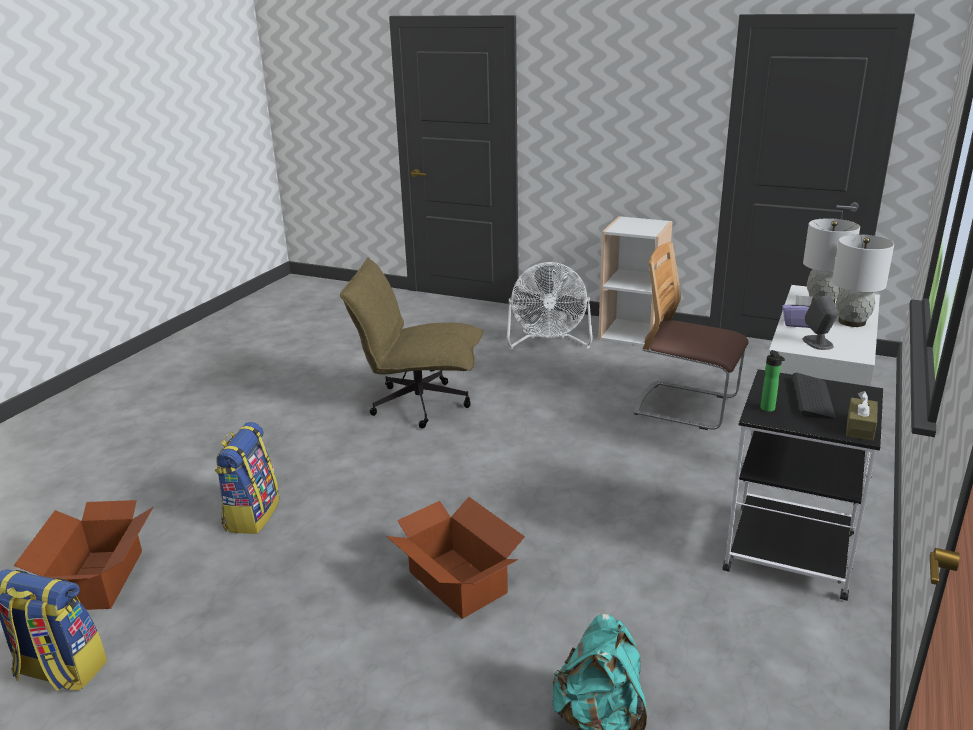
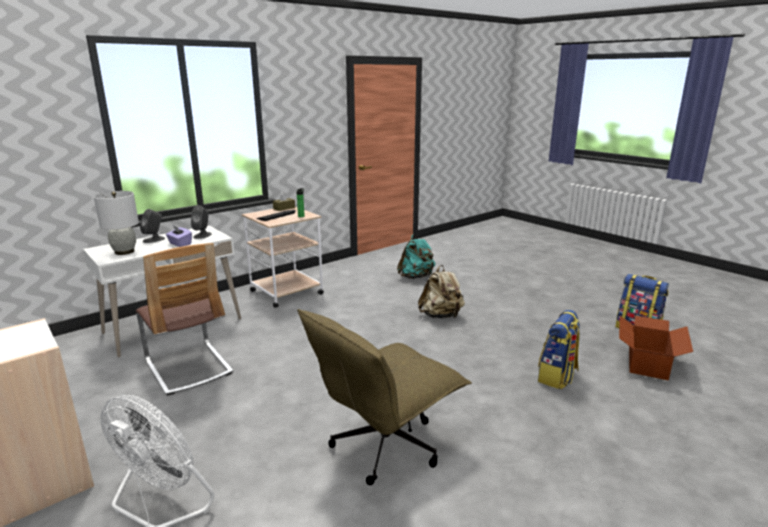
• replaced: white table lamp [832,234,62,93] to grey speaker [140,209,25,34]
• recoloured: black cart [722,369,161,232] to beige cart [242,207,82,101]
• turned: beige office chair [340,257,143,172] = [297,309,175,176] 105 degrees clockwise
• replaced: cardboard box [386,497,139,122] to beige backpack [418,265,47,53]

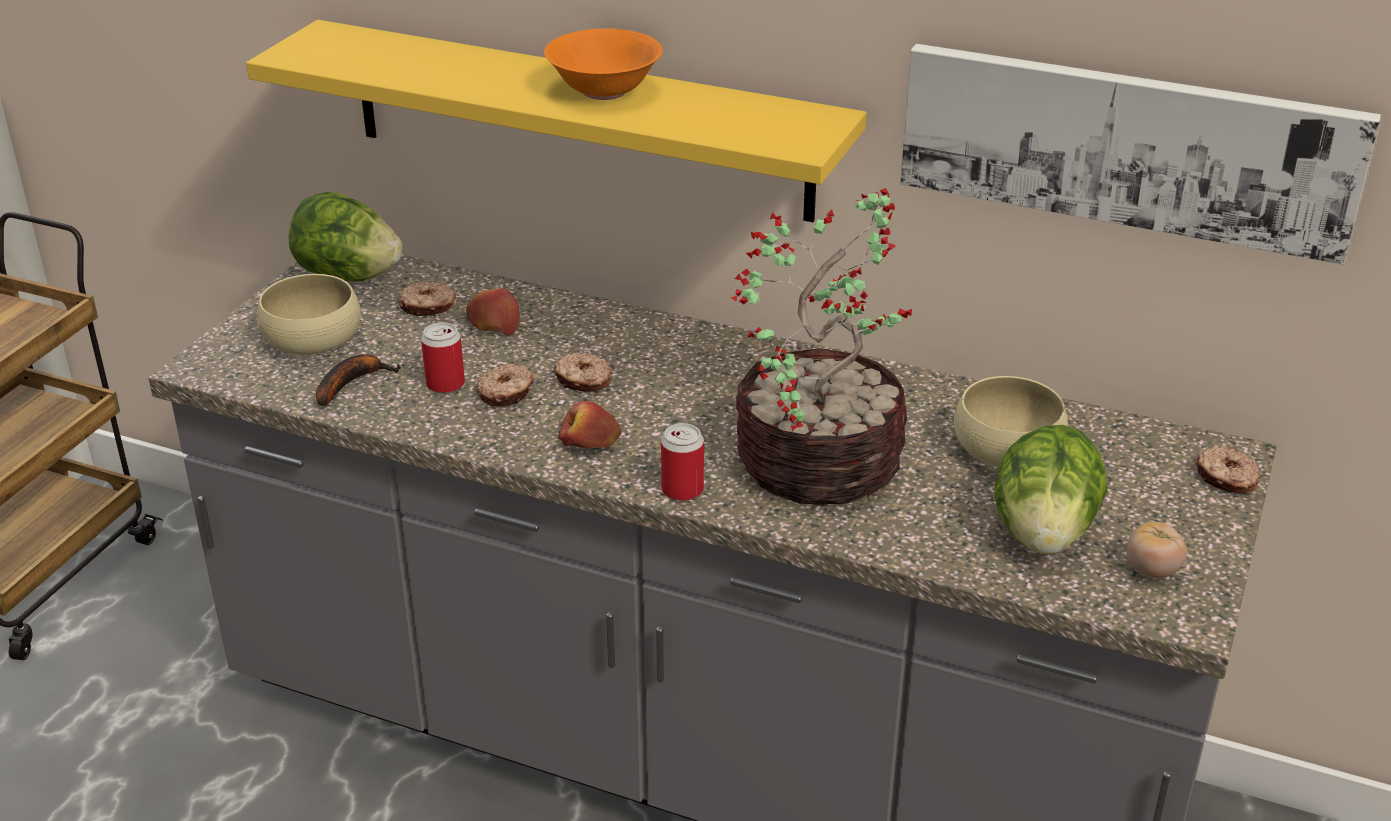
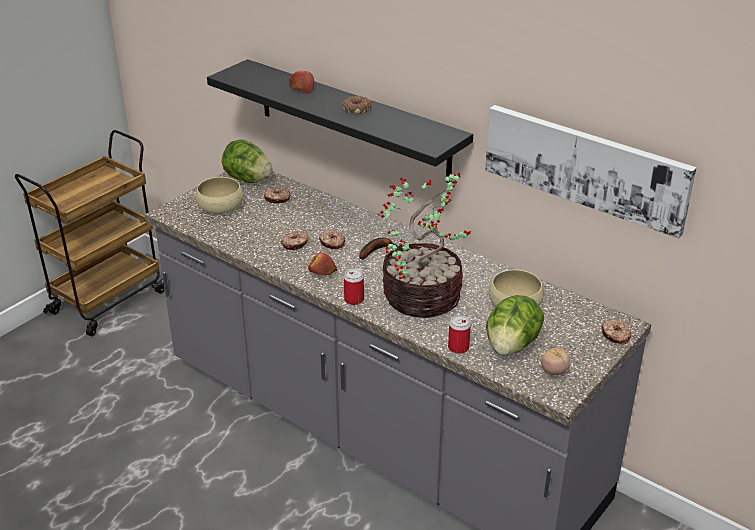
• recoloured: yellow shelf [246,20,620,202] to black shelf [207,59,266,124]
• moved: apple [466,288,54,48] to [289,71,25,23]
• replaced: orange bowl [544,29,118,71] to donut [342,96,29,18]
• moved: banana [316,354,85,52] to [359,238,40,22]
• moved: can [421,322,44,71] to [448,315,23,39]

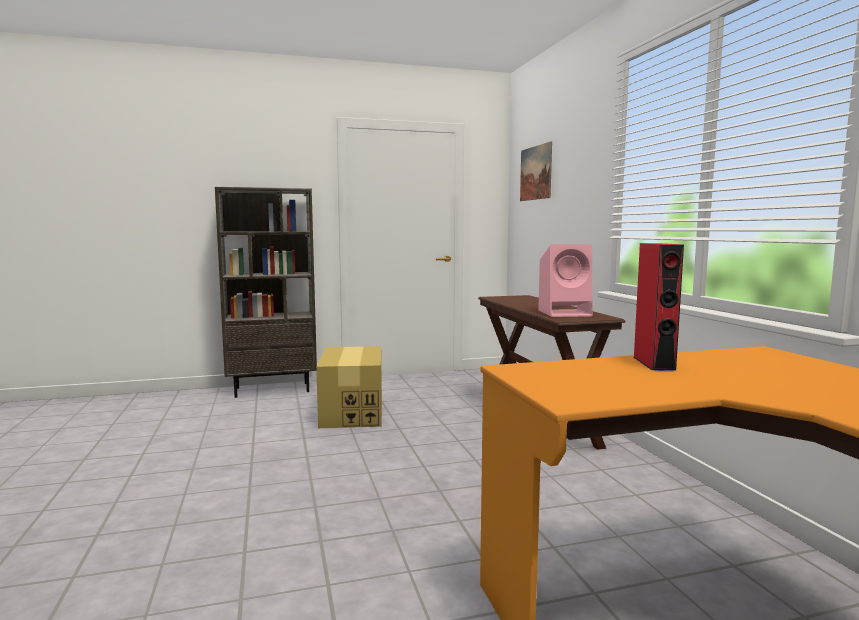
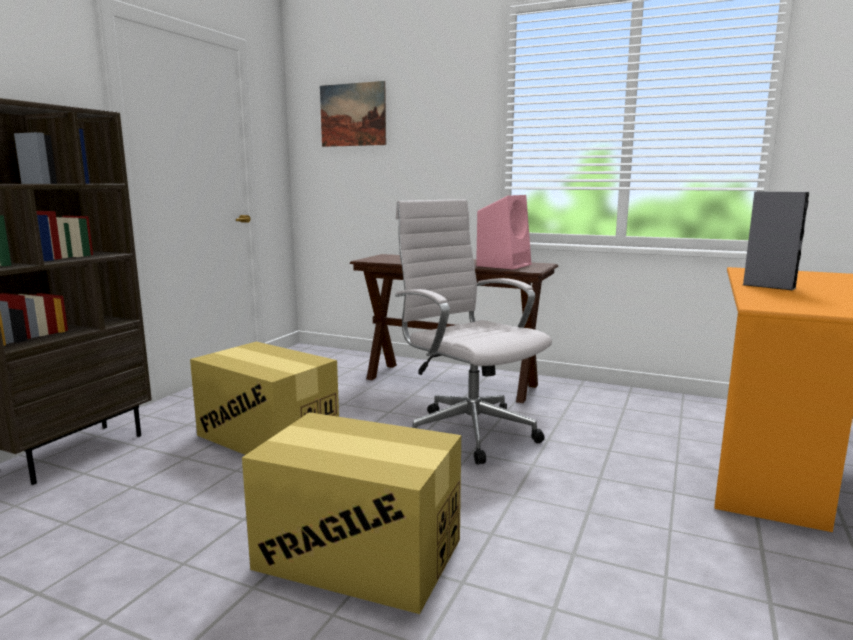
• added: cardboard box [242,412,219,202]
• added: white office chair [395,199,157,266]
• recoloured: red speaker [633,243,51,128] to grey speaker [743,192,66,98]

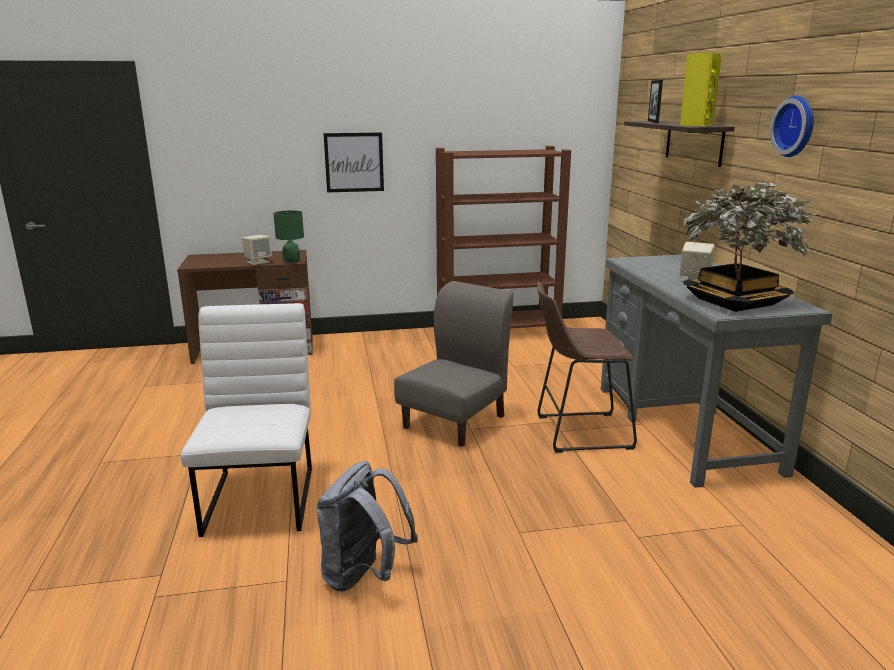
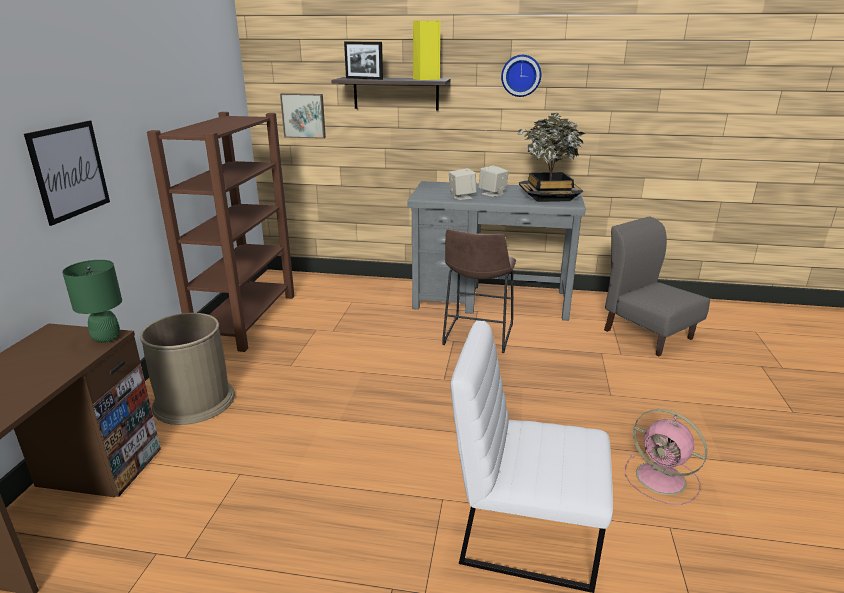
• added: brown trash can [140,313,95,112]
• added: picture [280,93,46,46]
• moved: beige speaker [242,235,30,30] to [449,168,28,32]
• moved: grey chair [394,281,119,166] to [604,216,106,140]
• replaced: grey backpack [316,461,102,130] to pink fan [625,409,82,96]

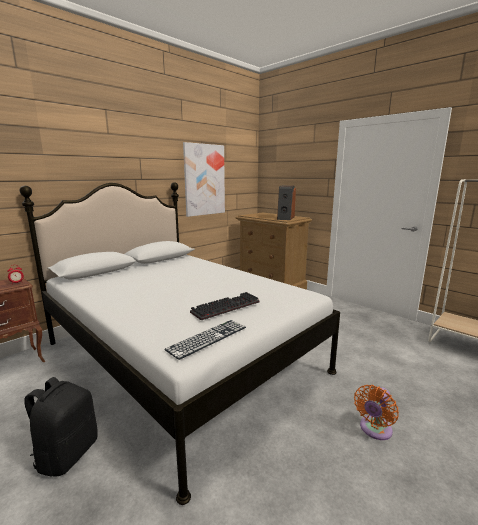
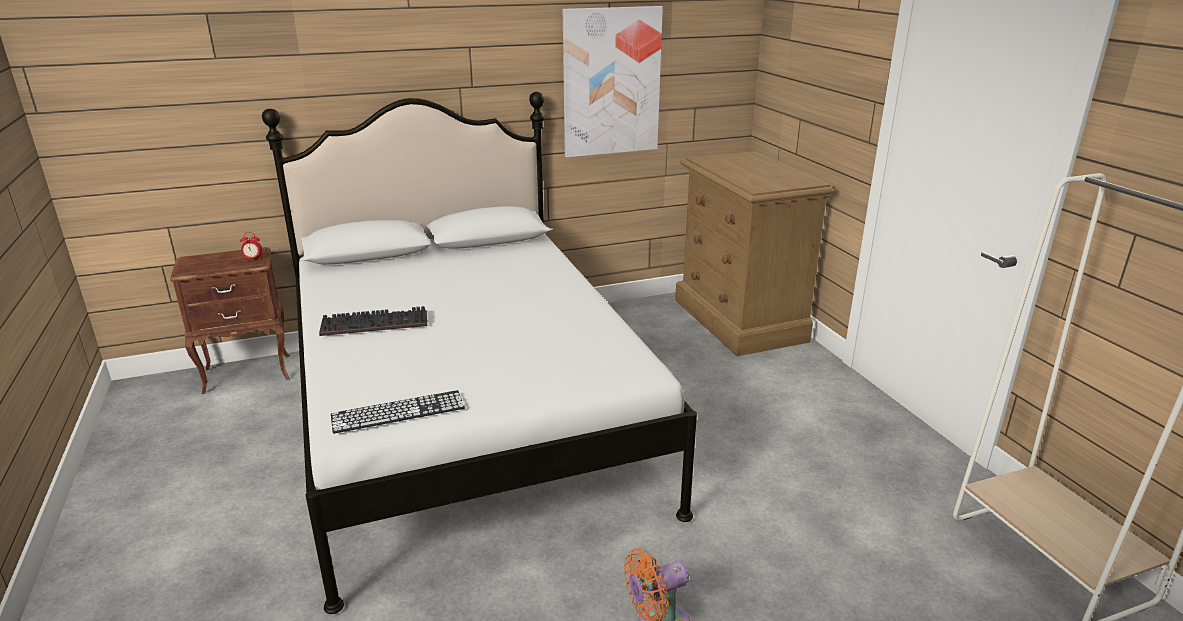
• moved: keyboard [190,292,69,28] to [319,306,108,30]
• removed: black backpack [24,377,74,100]
• removed: speaker [277,185,19,35]

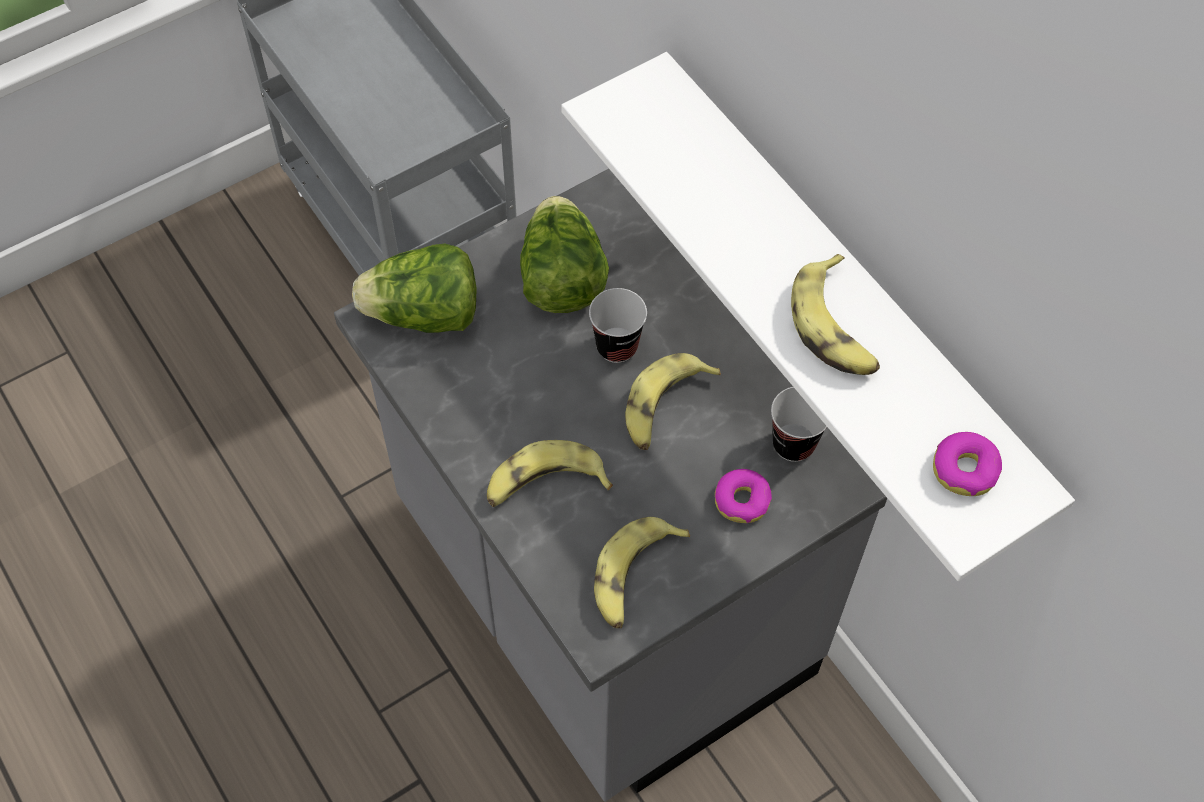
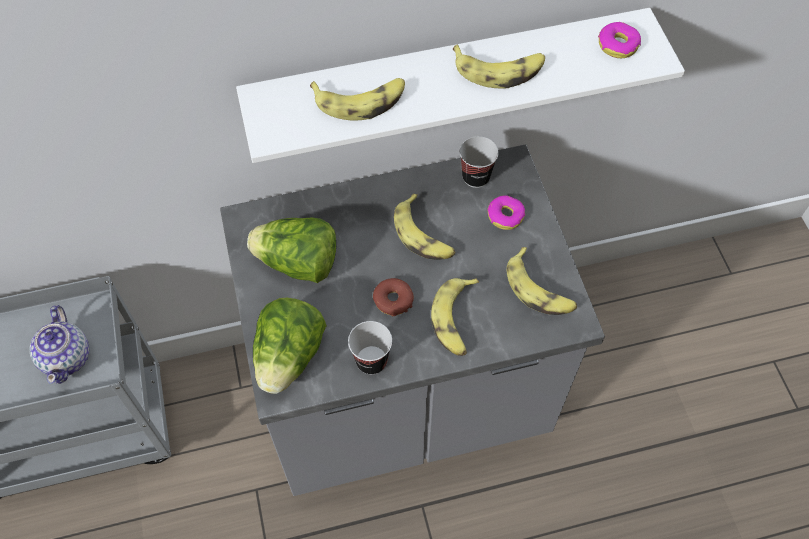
• added: teapot [29,305,60,79]
• added: banana [310,78,95,42]
• moved: cup [589,288,58,75] to [348,321,44,53]
• added: donut [373,278,41,38]

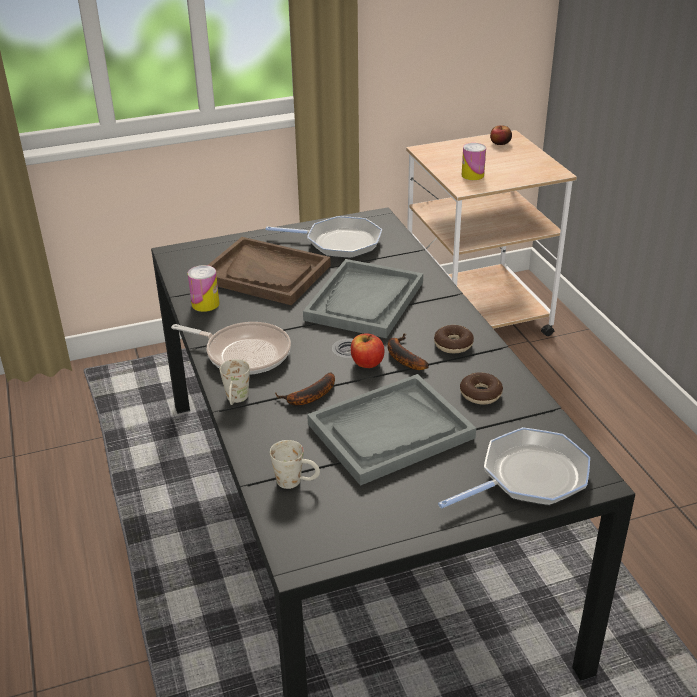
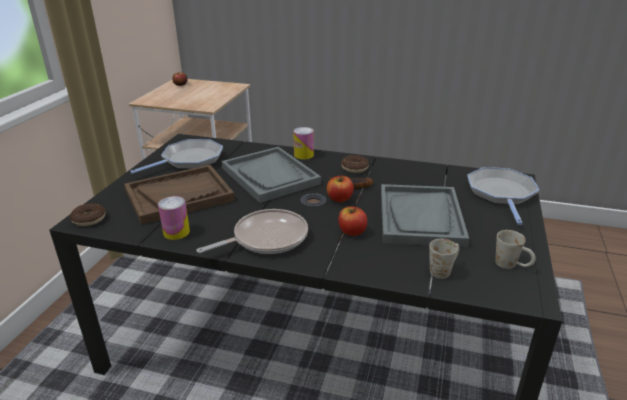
• moved: donut [460,372,43,33] to [70,203,35,23]
• moved: can [462,143,24,37] to [293,127,21,33]
• replaced: banana [275,372,60,34] to apple [339,206,28,30]
• moved: white mug [220,359,30,46] to [495,230,41,39]

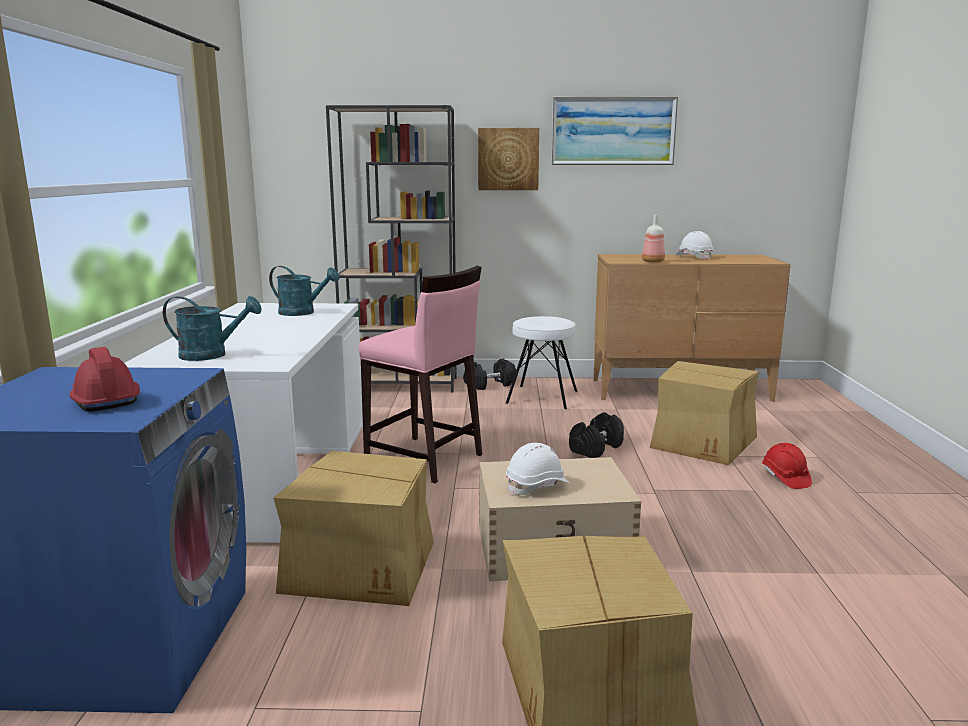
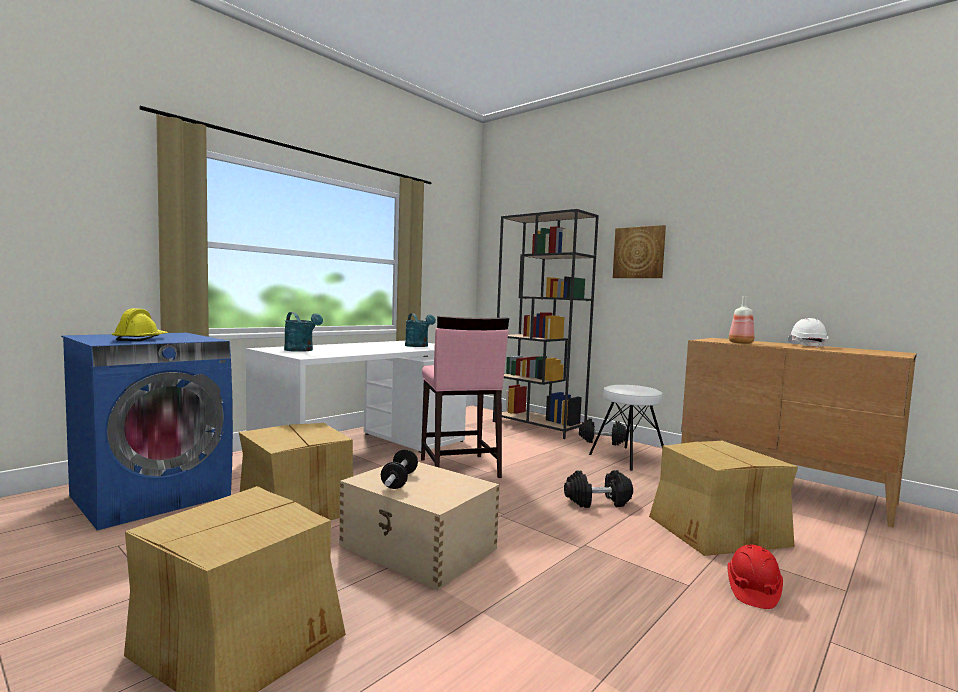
• recoloured: red hard hat [69,347,71,64] to yellow hard hat [112,308,56,33]
• replaced: white hard hat [506,443,64,52] to dumbbell [381,449,37,40]
• removed: picture [551,97,127,68]

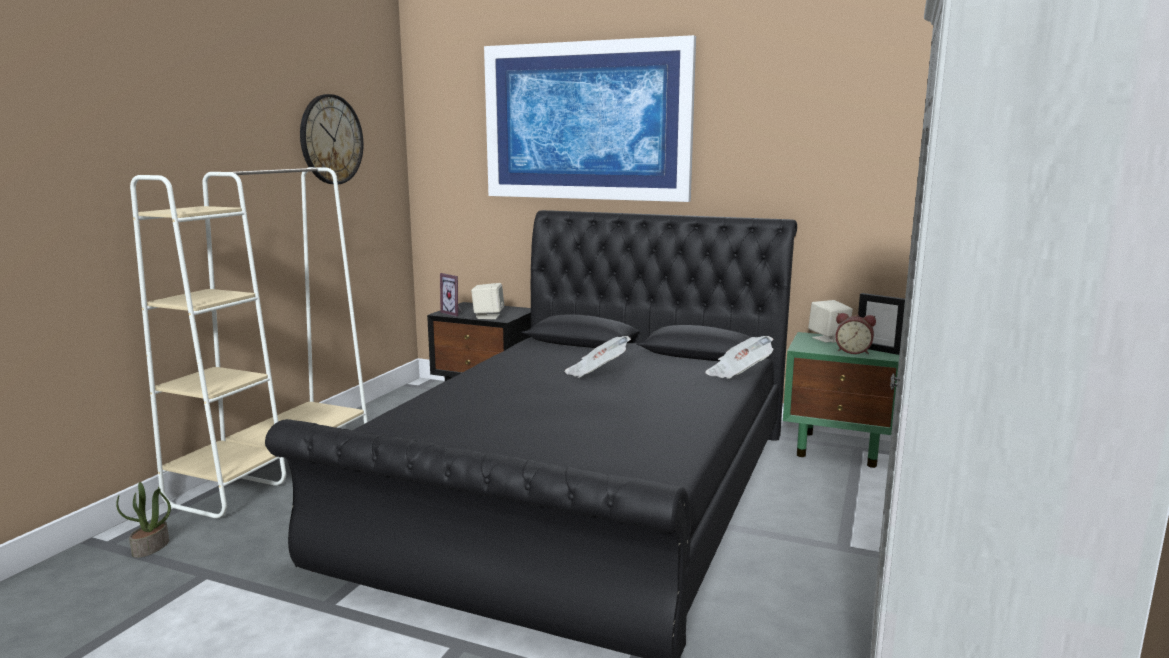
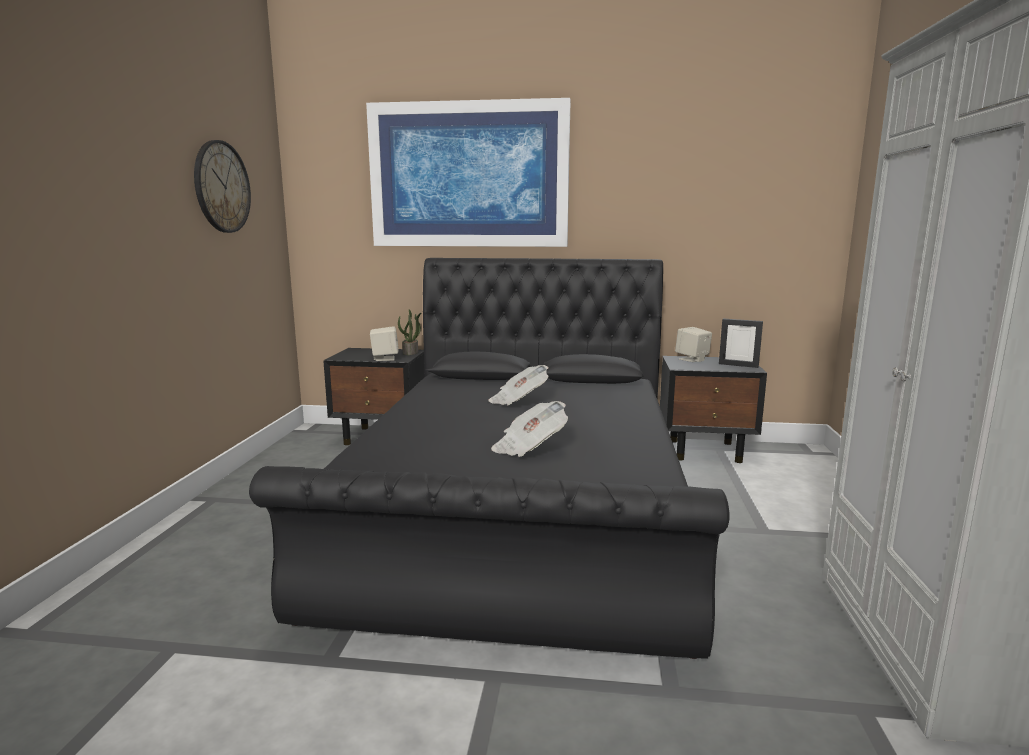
• moved: potted plant [116,482,55,76] to [398,309,23,46]
• moved: newspaper [705,336,69,43] to [491,401,77,56]
• recoloured: green nightstand [783,332,116,136] to black nightstand [660,356,107,107]
• removed: beige clothes rack [130,167,238,351]
• removed: picture frame [440,273,22,44]
• removed: alarm clock [835,313,41,41]

